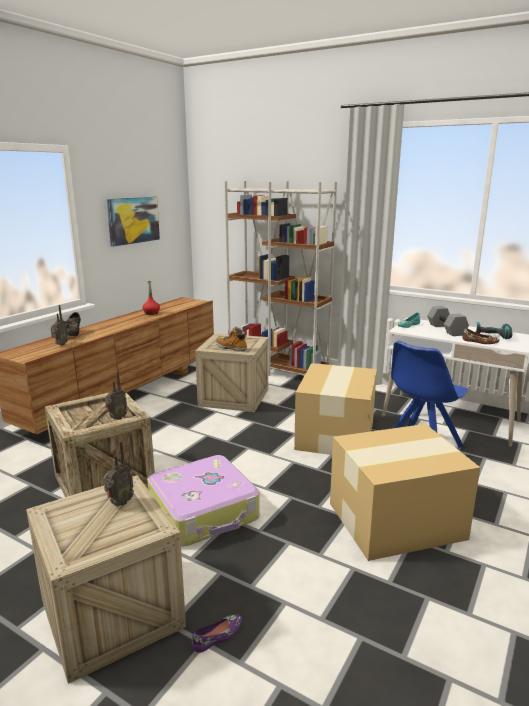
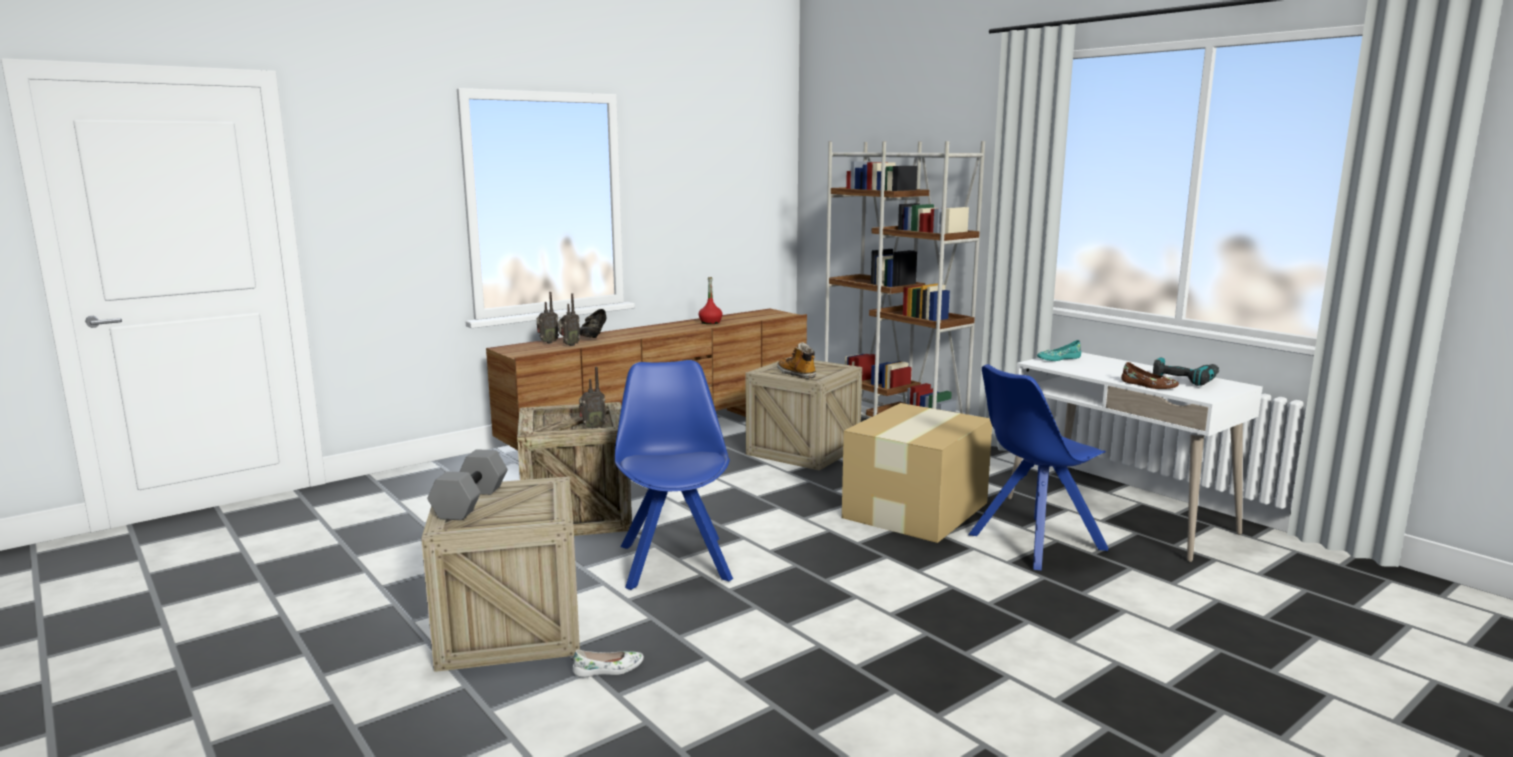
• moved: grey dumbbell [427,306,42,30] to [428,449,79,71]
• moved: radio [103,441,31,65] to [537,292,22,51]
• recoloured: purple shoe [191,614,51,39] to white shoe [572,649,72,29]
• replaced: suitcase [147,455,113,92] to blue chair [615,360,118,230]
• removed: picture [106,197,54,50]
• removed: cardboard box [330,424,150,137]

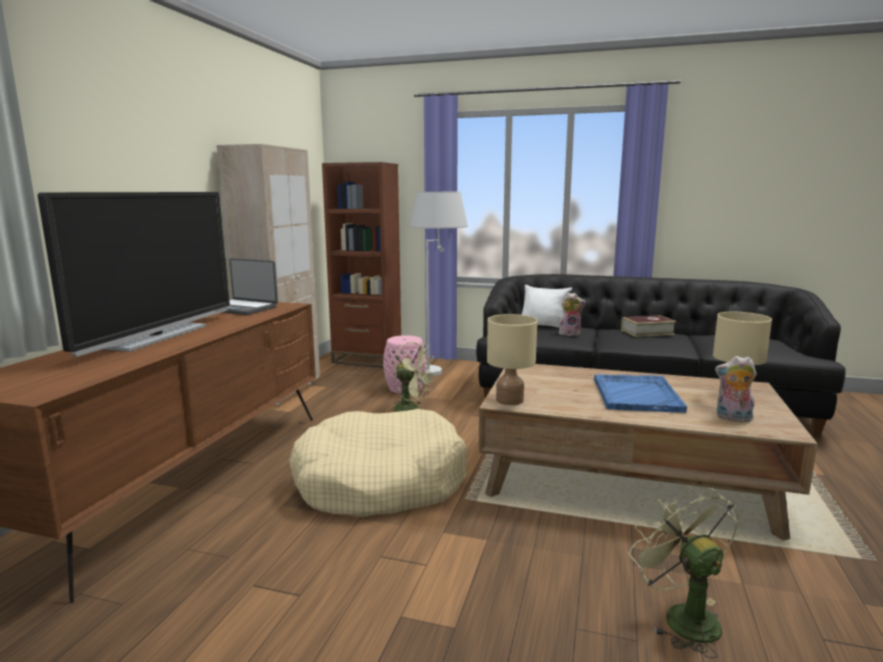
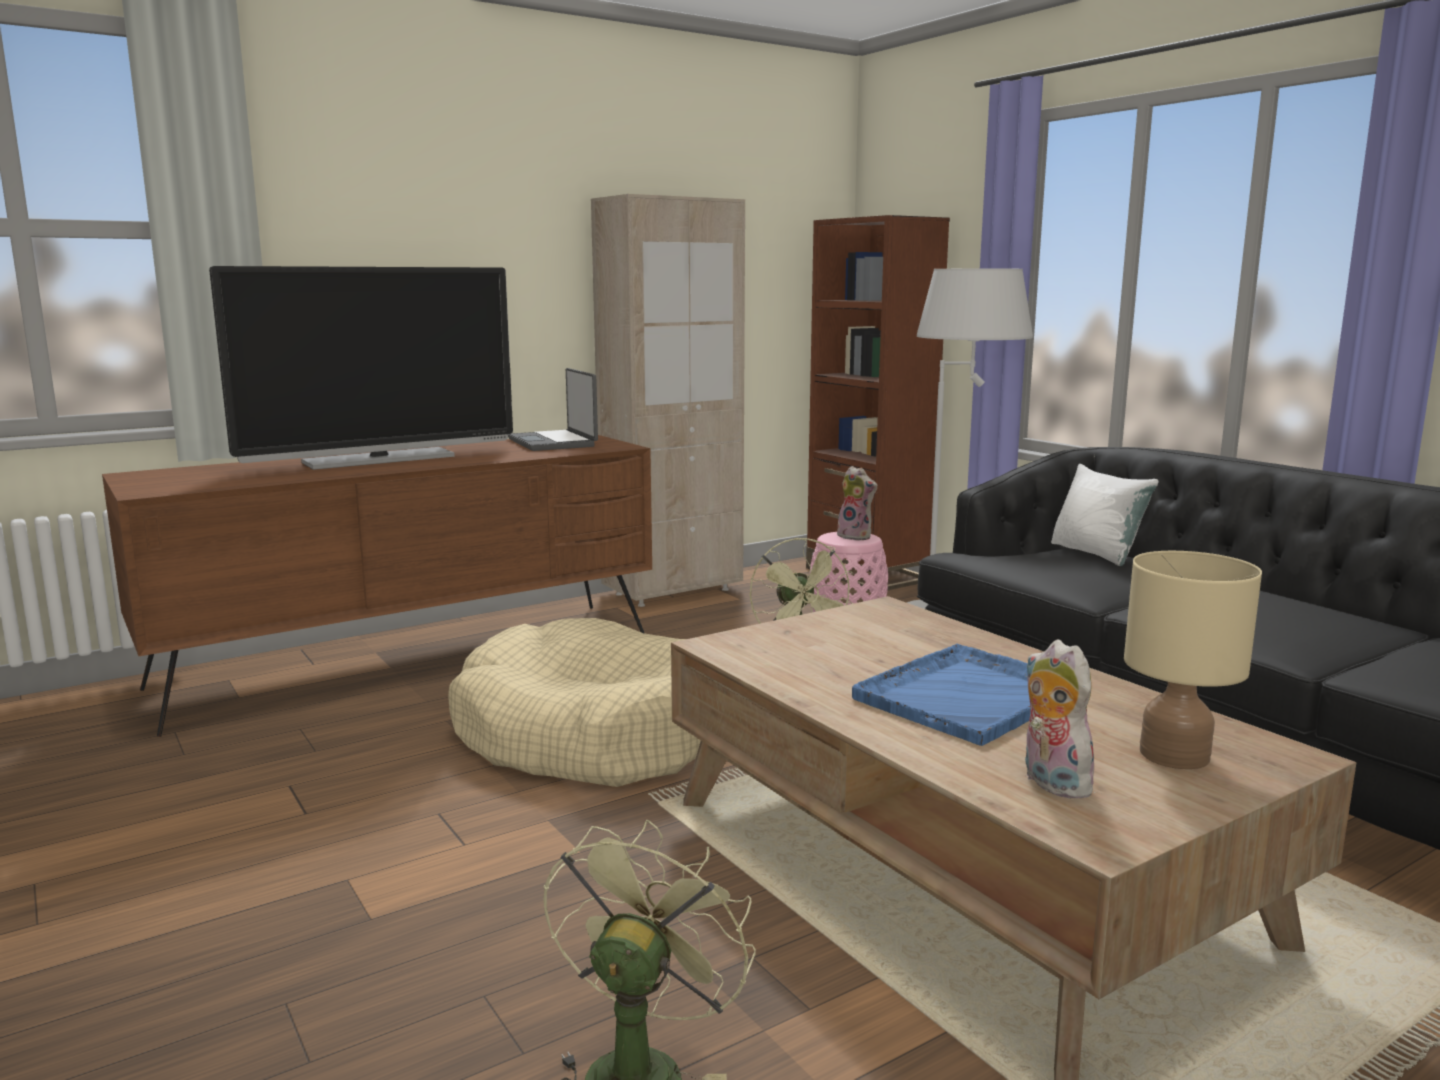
• moved: plush toy [559,293,27,43] to [837,466,40,75]
• removed: beige table lamp [487,314,50,91]
• removed: book [621,315,55,22]

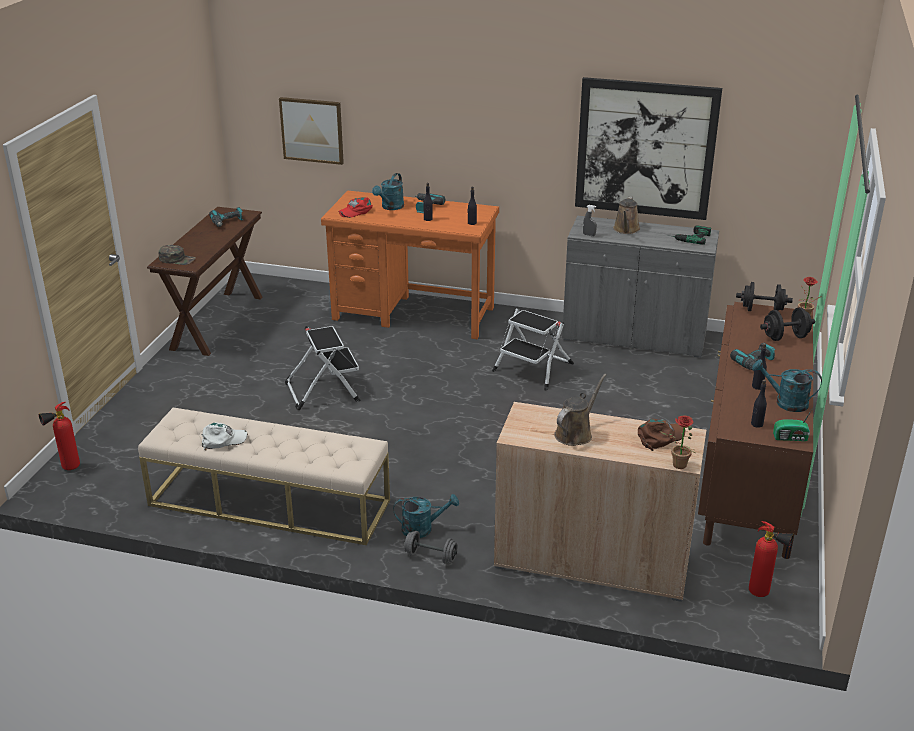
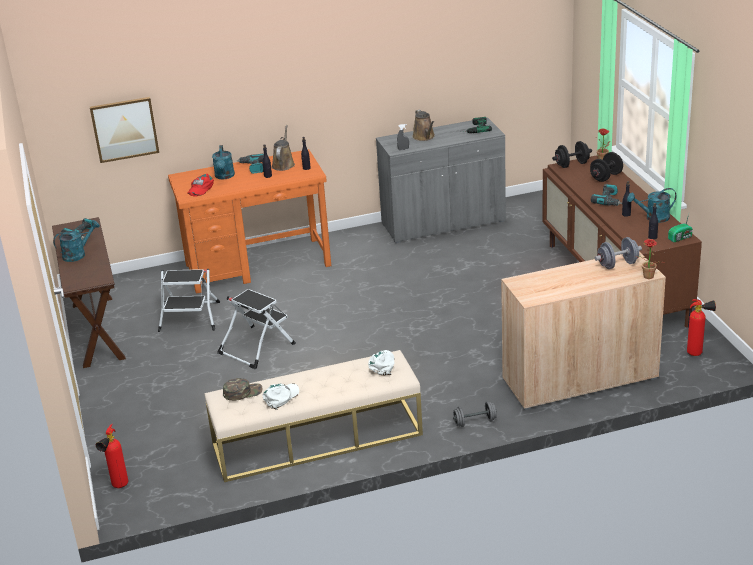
• moved: turquoise watering can [393,494,66,44] to [53,220,47,42]
• moved: step ladder [492,308,82,83] to [158,269,62,63]
• moved: green cap [159,245,37,20] to [223,378,40,23]
• moved: brown watering can [554,374,53,72] to [272,125,23,46]
• added: white cap [368,350,27,26]
• replaced: brown cap [638,419,47,32] to grey dumbbell [595,237,47,32]
• removed: picture [575,77,147,143]

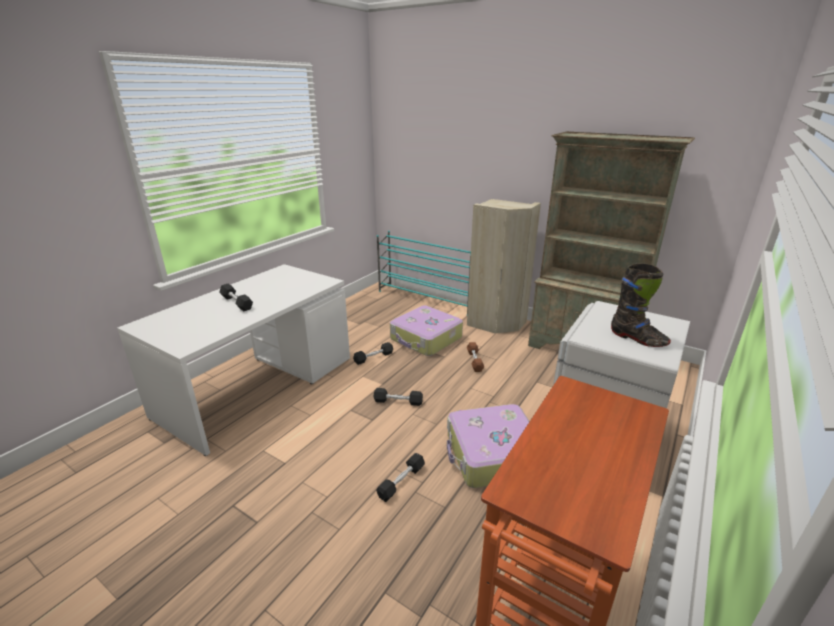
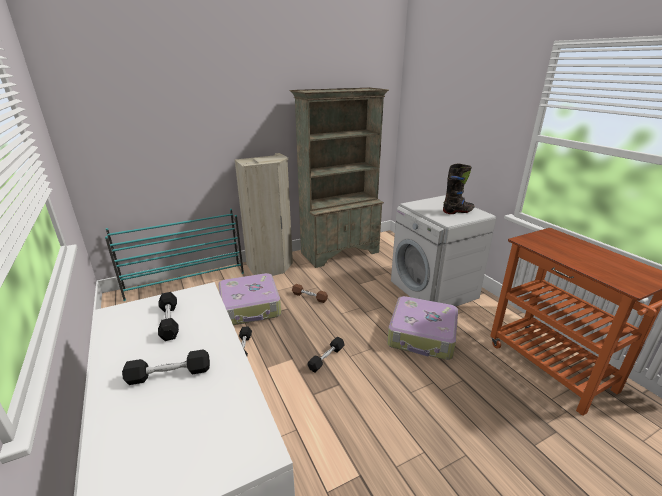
• moved: black dumbbell [376,453,49,49] to [158,292,21,49]

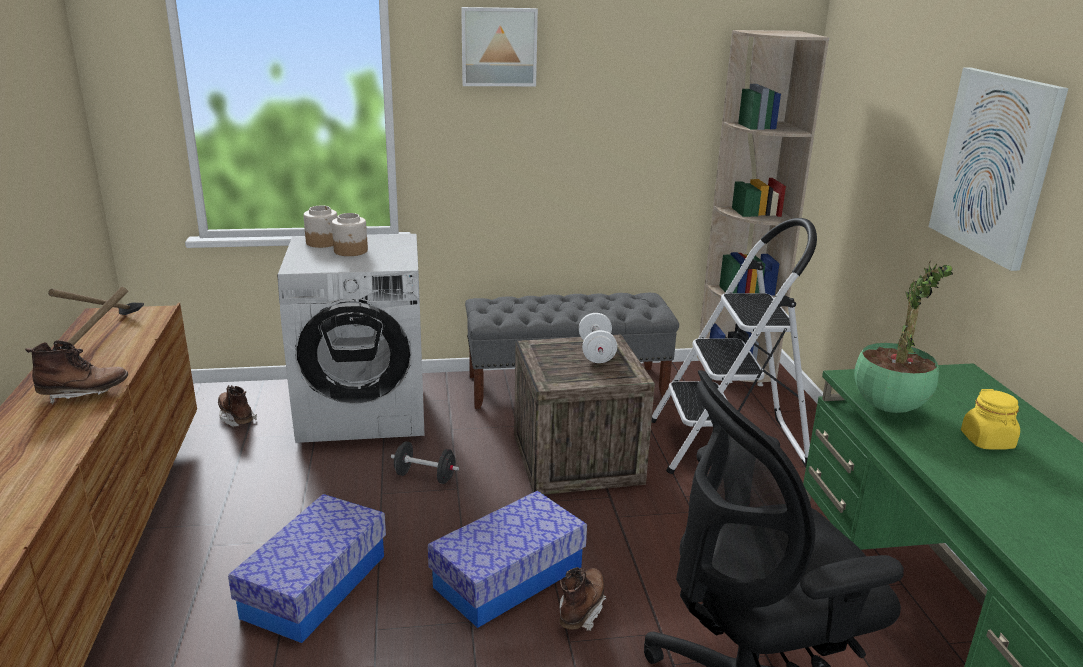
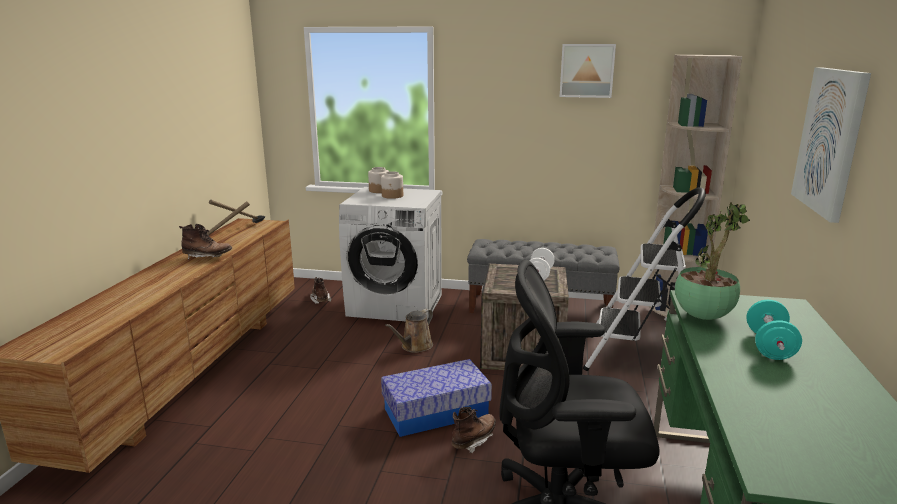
• replaced: black dumbbell [391,441,68,43] to brown watering can [385,309,48,44]
• moved: picture [461,7,77,79] to [560,44,56,54]
• replaced: yellow jar [961,389,59,61] to turquoise dumbbell [746,300,56,60]
• removed: storage box [228,494,158,149]

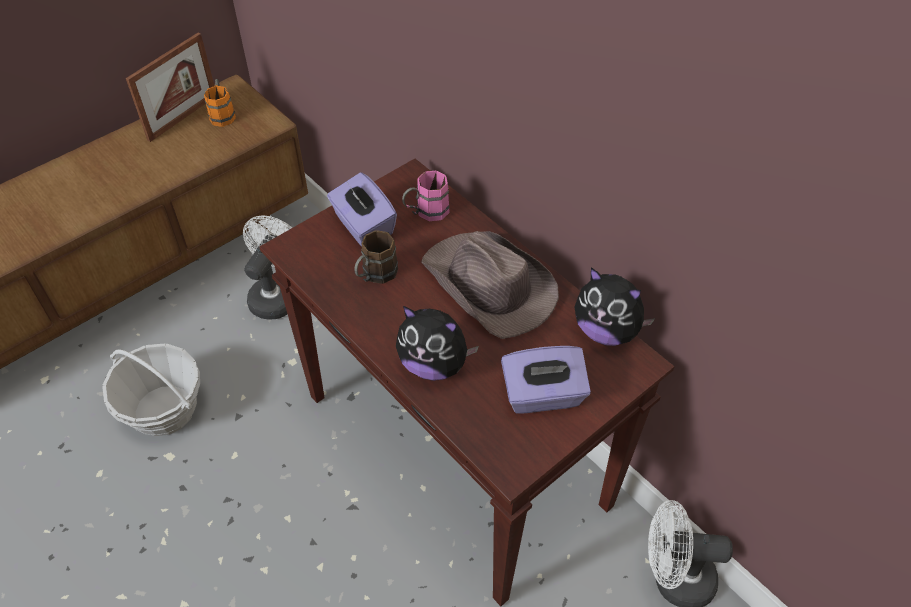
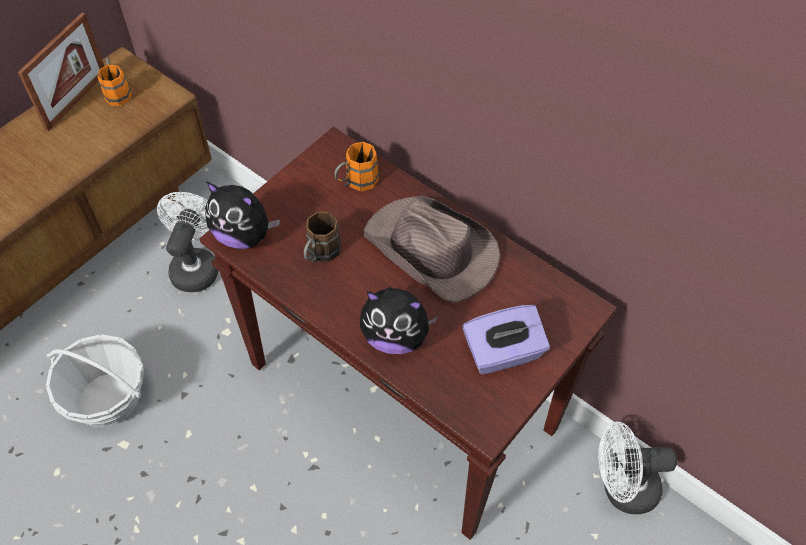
• moved: plush toy [575,267,80,79] to [205,181,75,68]
• recoloured: pink mug [402,171,48,50] to orange mug [334,142,45,49]
• removed: purple tissue box [327,172,70,74]

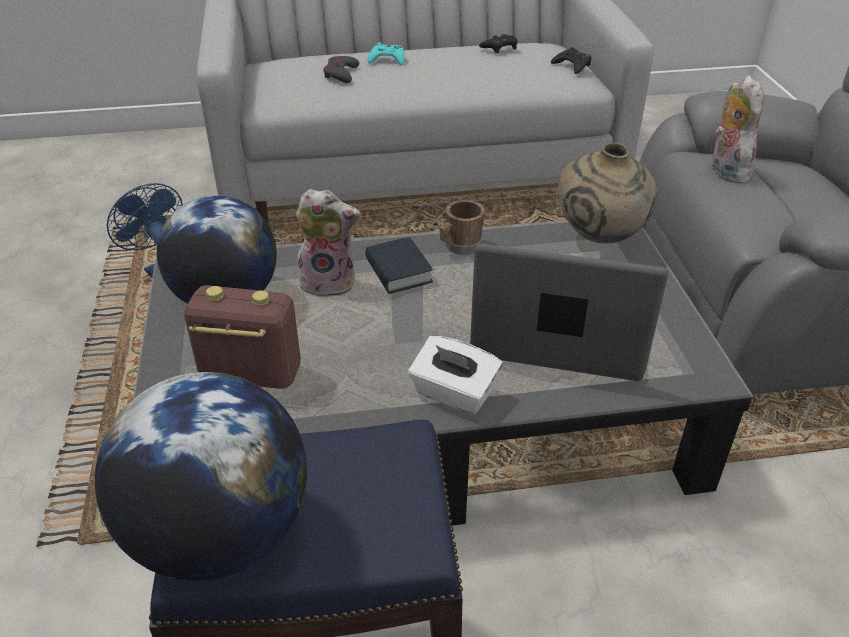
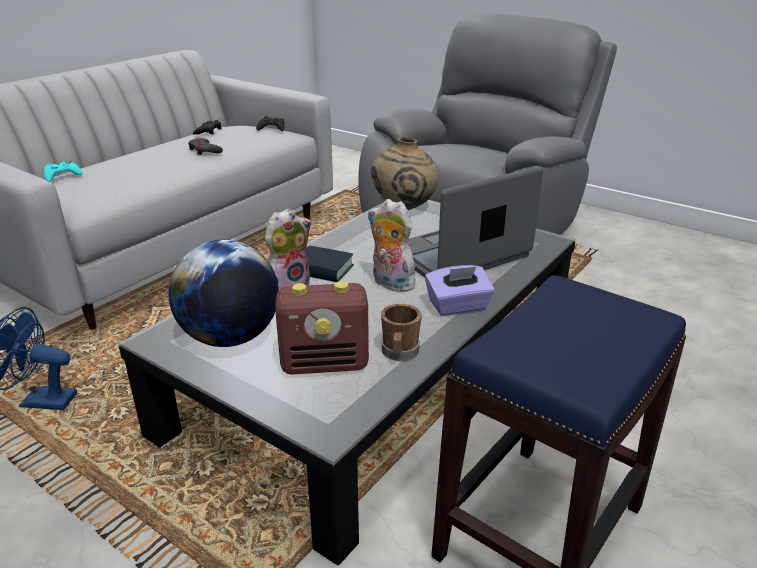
• moved: turquoise game controller [367,43,38,22] to [44,161,38,21]
• moved: grey game controller [323,56,36,27] to [188,138,35,17]
• turned: radio [184,285,117,104] = [275,281,94,94] 150 degrees counterclockwise
• moved: plush toy [712,75,52,108] to [368,199,53,93]
• moved: brown mug [440,200,45,55] to [381,304,41,57]
• recoloured: white tissue box [408,336,95,79] to purple tissue box [425,265,70,51]
• removed: globe [95,372,212,209]

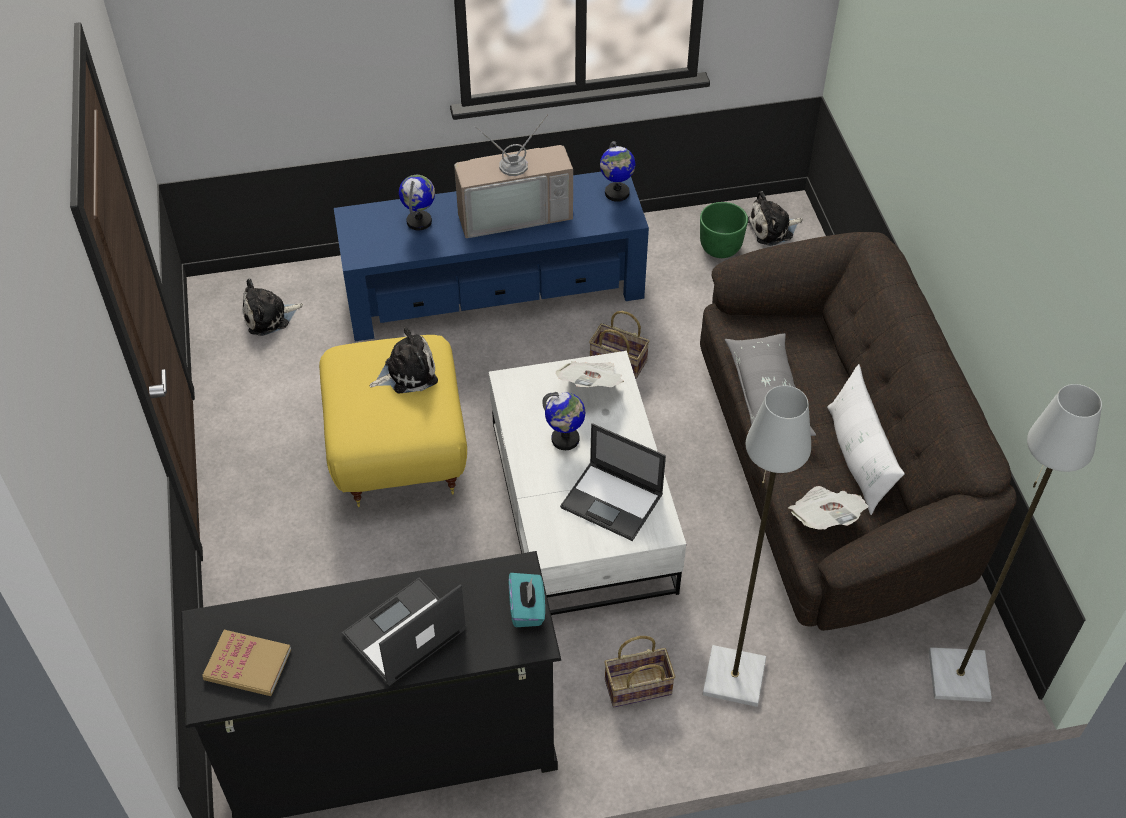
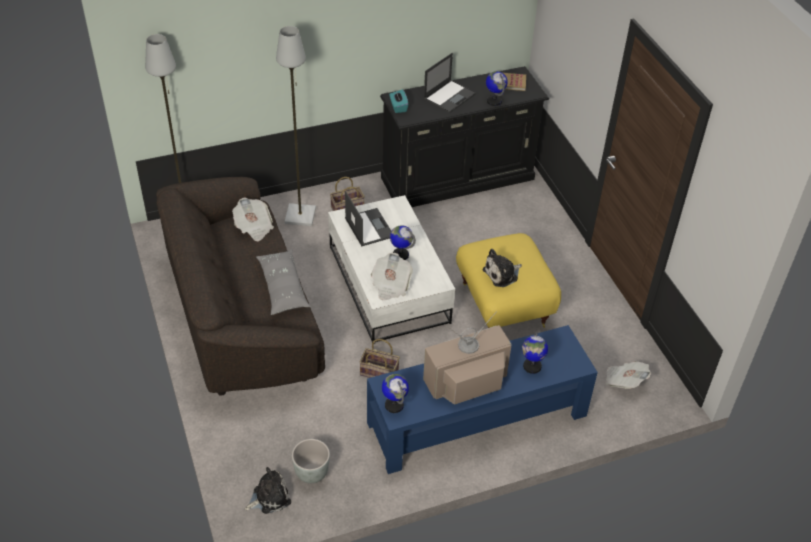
• recoloured: green planter [700,202,48,56] to grey planter [292,439,38,44]
• turned: laptop [560,423,106,118] = [345,191,46,55] 45 degrees clockwise
• added: globe [486,71,22,35]
• replaced: plush toy [242,278,61,58] to newspaper [605,361,46,28]
• removed: white pillow [827,364,78,151]

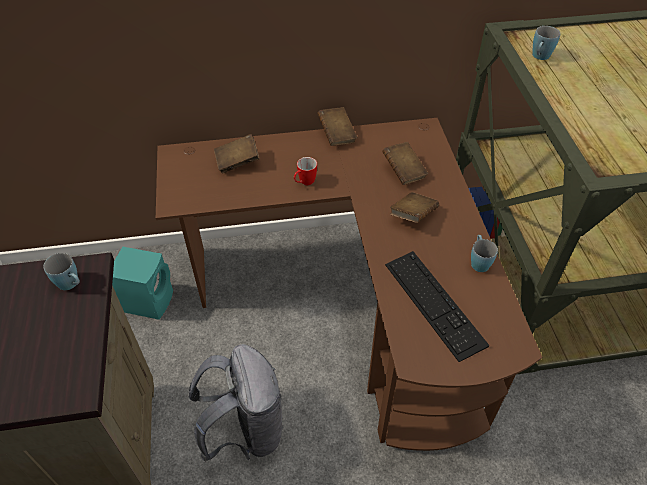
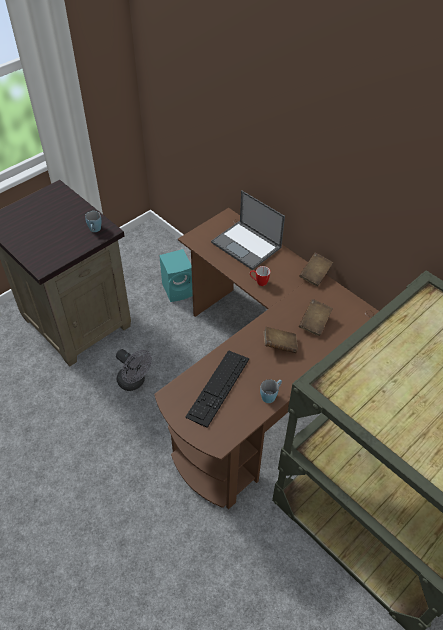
• replaced: grey backpack [189,344,95,119] to grey fan [116,349,36,42]
• replaced: brown book [214,134,45,40] to laptop [211,190,74,80]
• removed: blue mug [532,26,28,34]

